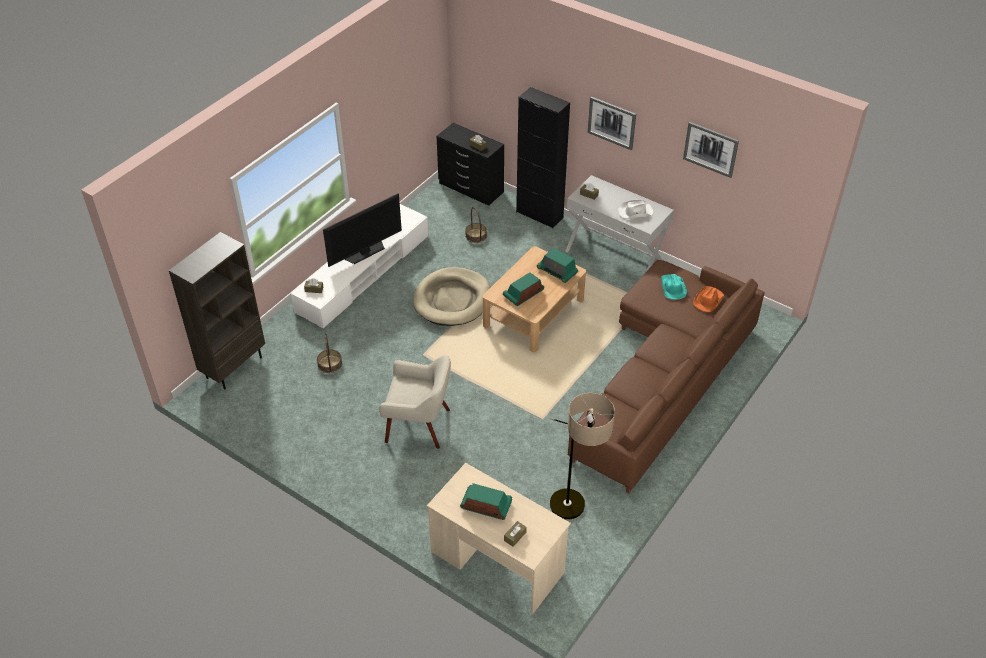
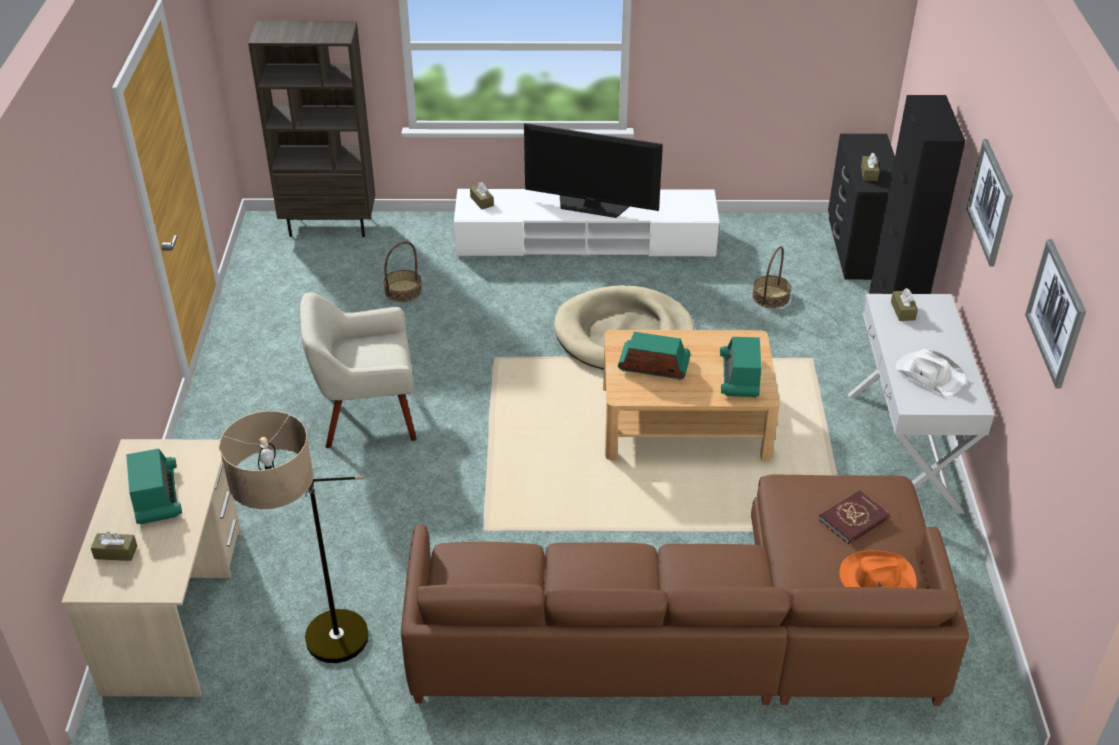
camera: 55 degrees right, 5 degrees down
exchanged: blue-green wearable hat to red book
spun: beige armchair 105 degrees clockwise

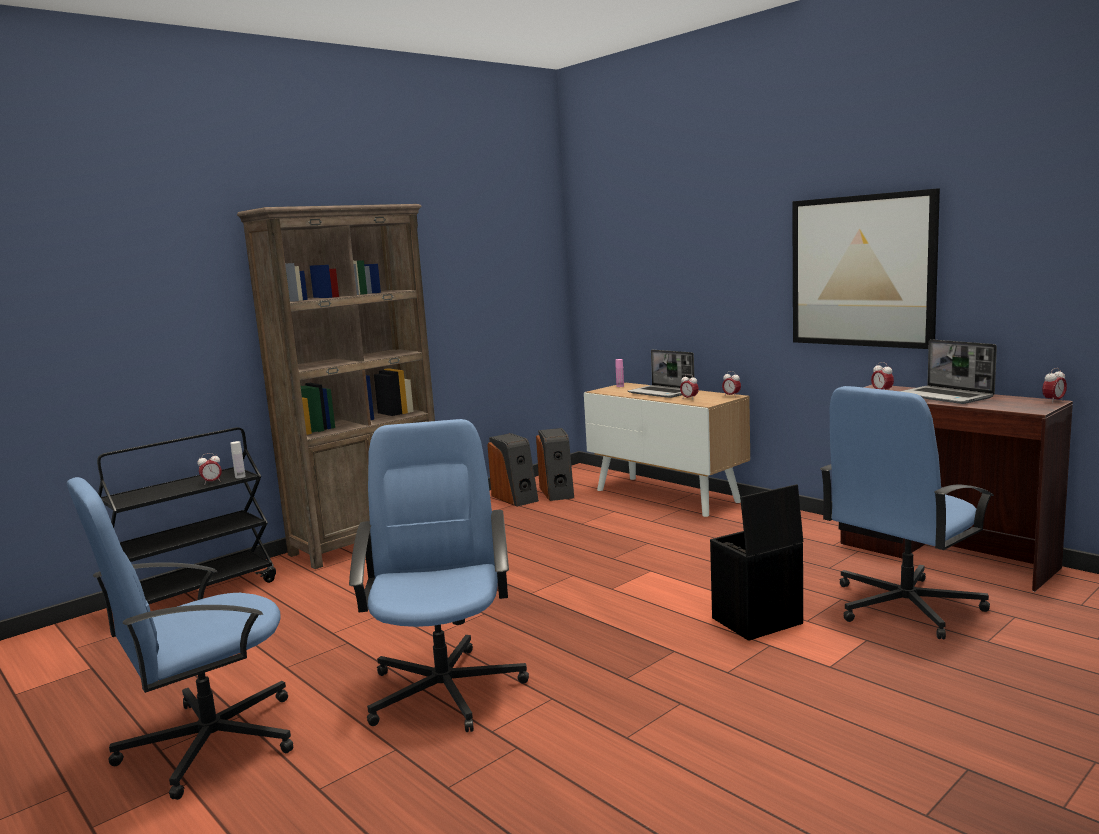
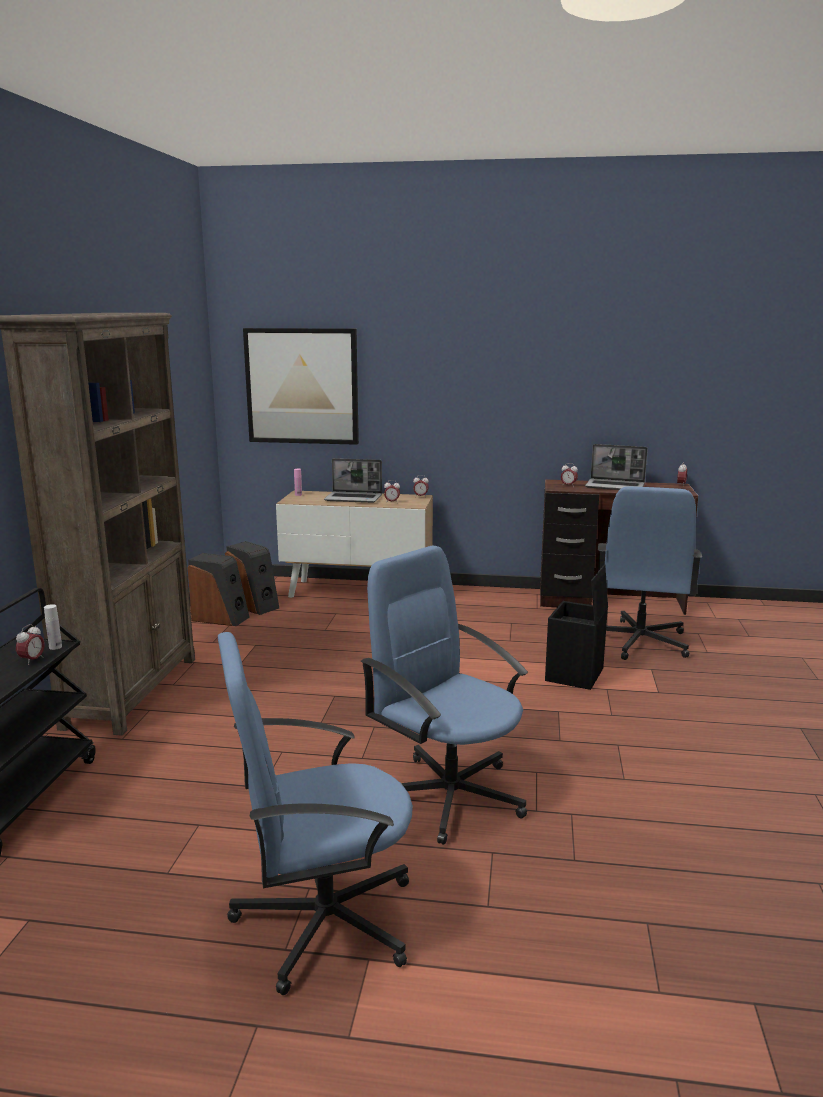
camera: 40 degrees left, 5 degrees up
relocated: wall art
spun: blue office chair (no. 1 from left) 60 degrees clockwise

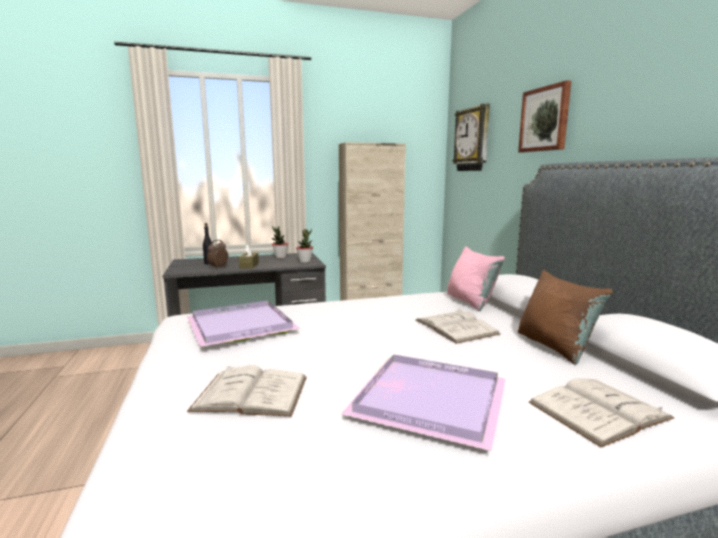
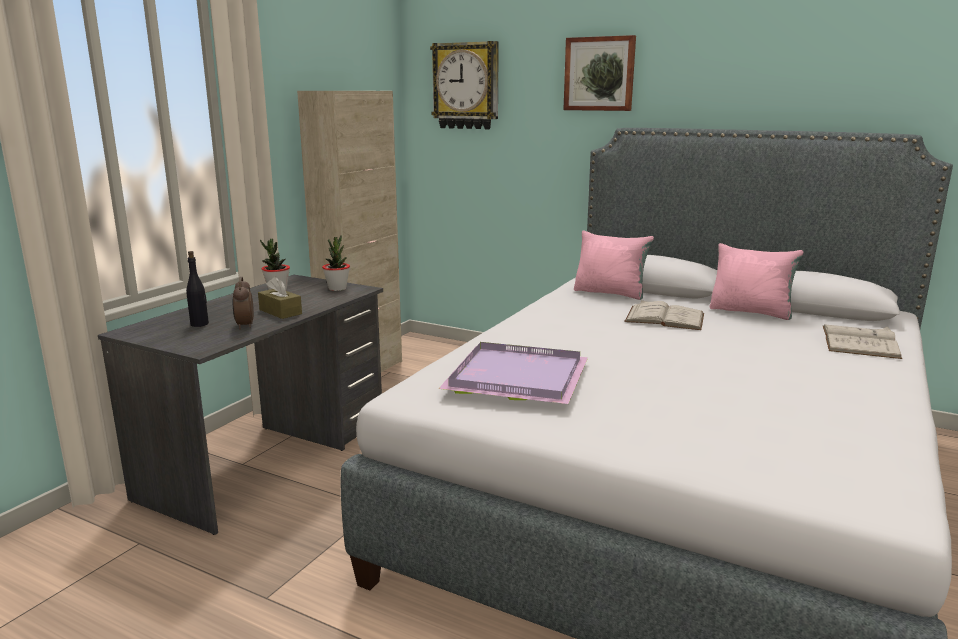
camera: 45 degrees left, 5 degrees up
missing: white-coloured book (no. 1 from left); purple serving tray (no. 2 from left)
colour: brown-coloured pillow to pink-coloured pillow (no. 2 from left)

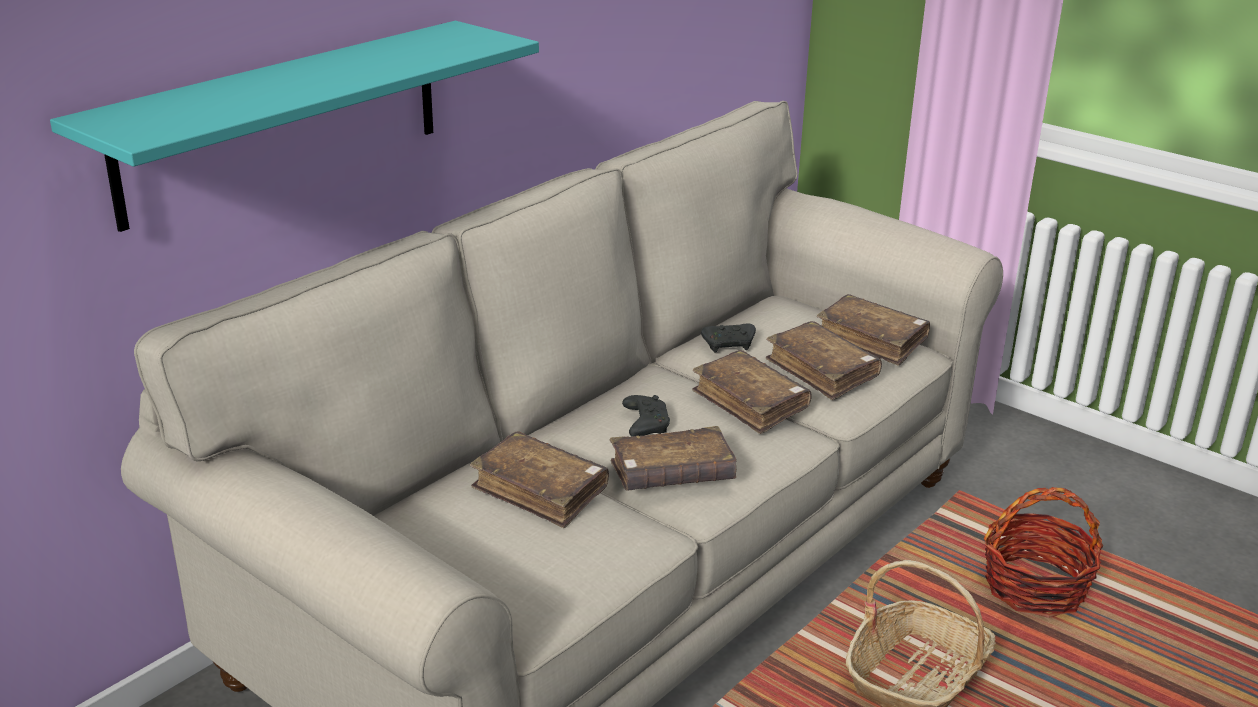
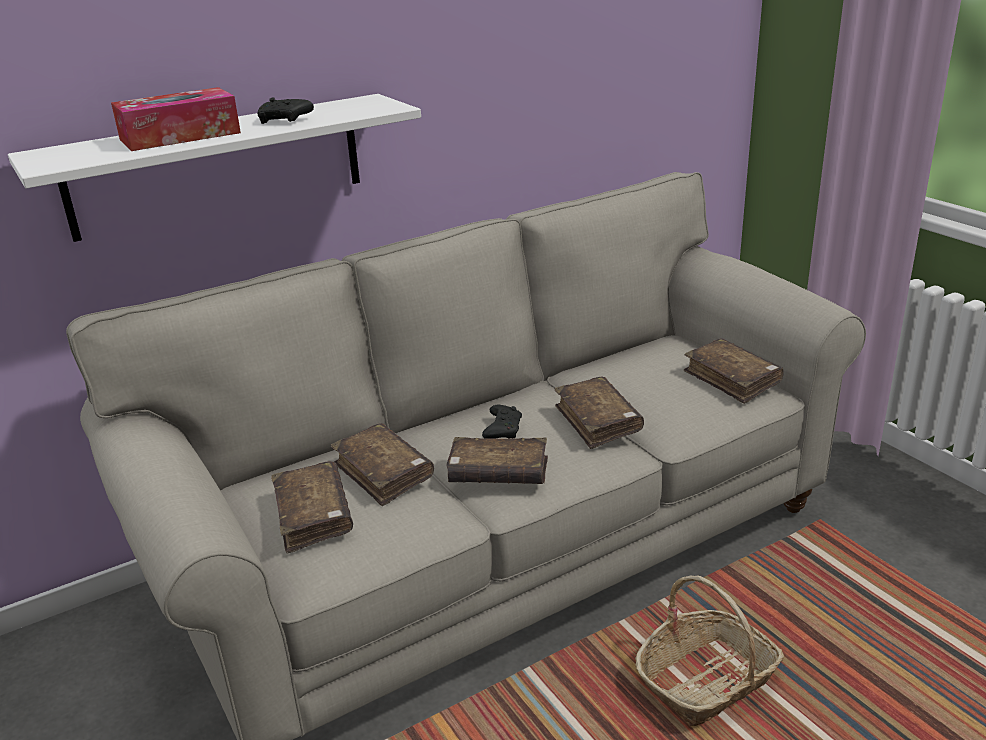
camera: 20 degrees right, 0 degrees up
missing: basket (no. 2 from left)
appeared: tissue box
relocated: black gamepad (no. 2 from left in the first image) to black gamepad (no. 1 from left); brown-coloured book (no. 4 from left in the first image) to brown-coloured book (no. 1 from left)
colour: blue-green wall shelf to white-coloured wall shelf

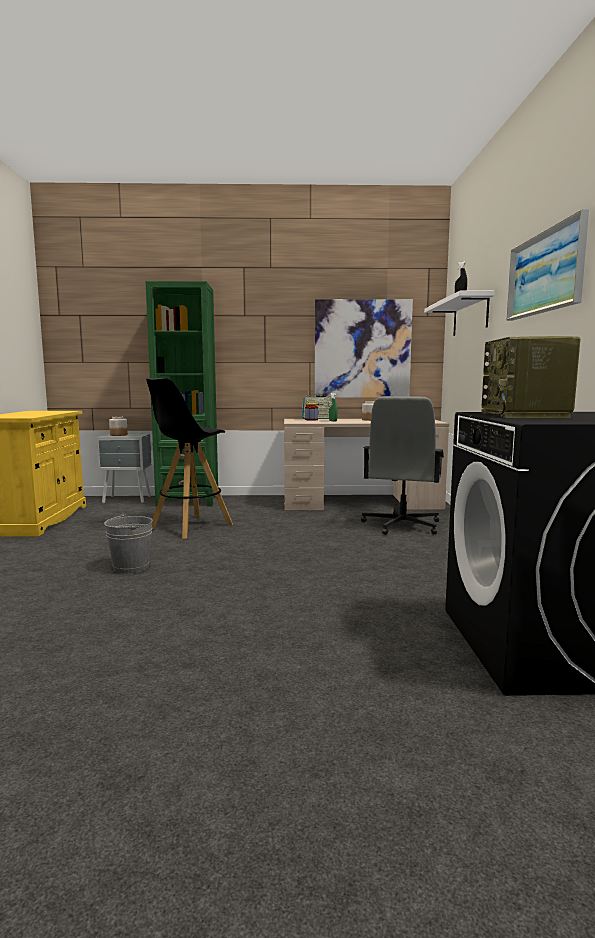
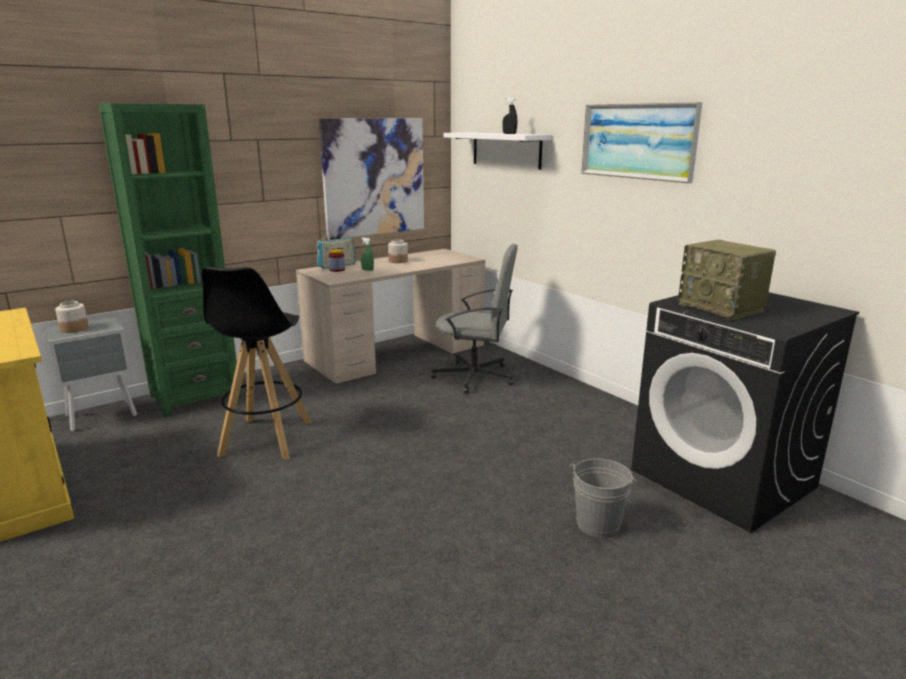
camera: 35 degrees left, 10 degrees up
relocated: gray water bucket
spun: gray office chair 60 degrees counterclockwise

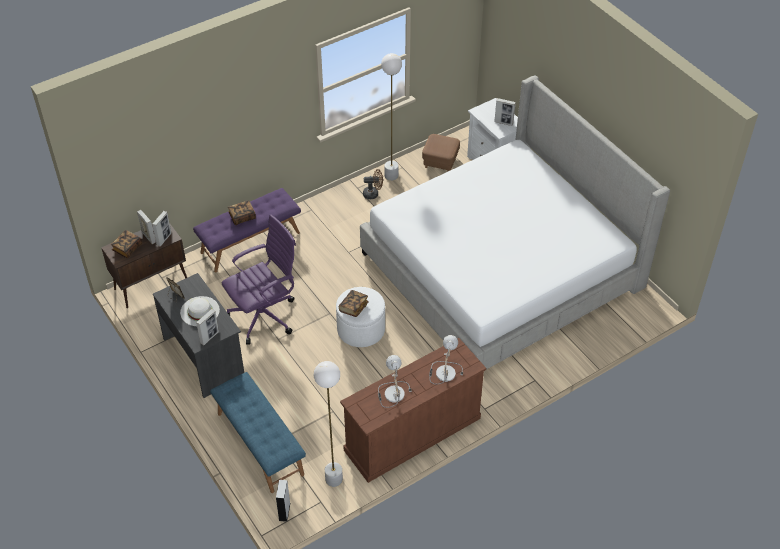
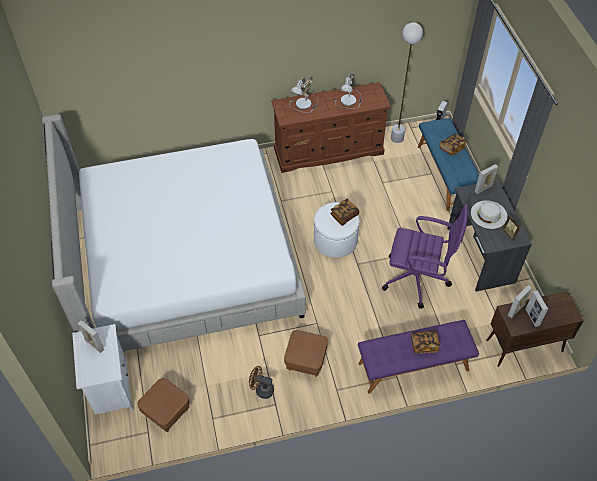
camera: 160 degrees left, 5 degrees up
missing: white-coloured standard lamp (no. 2 from left)
appeared: brown-coloured ottoman (no. 2 from left)
relocated: book (no. 1 from left in the first image) to book (no. 3 from left)
spun: purple office chair 150 degrees counterclockwise

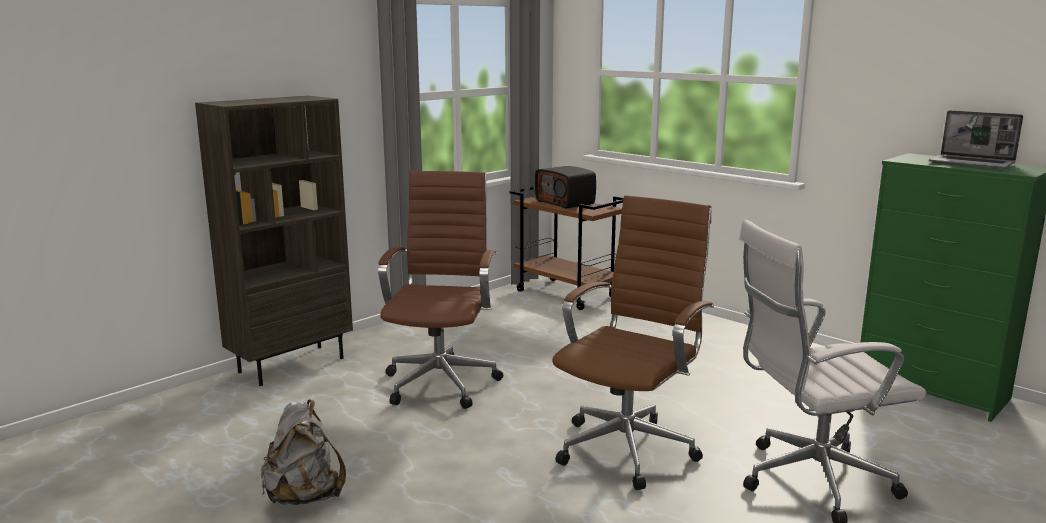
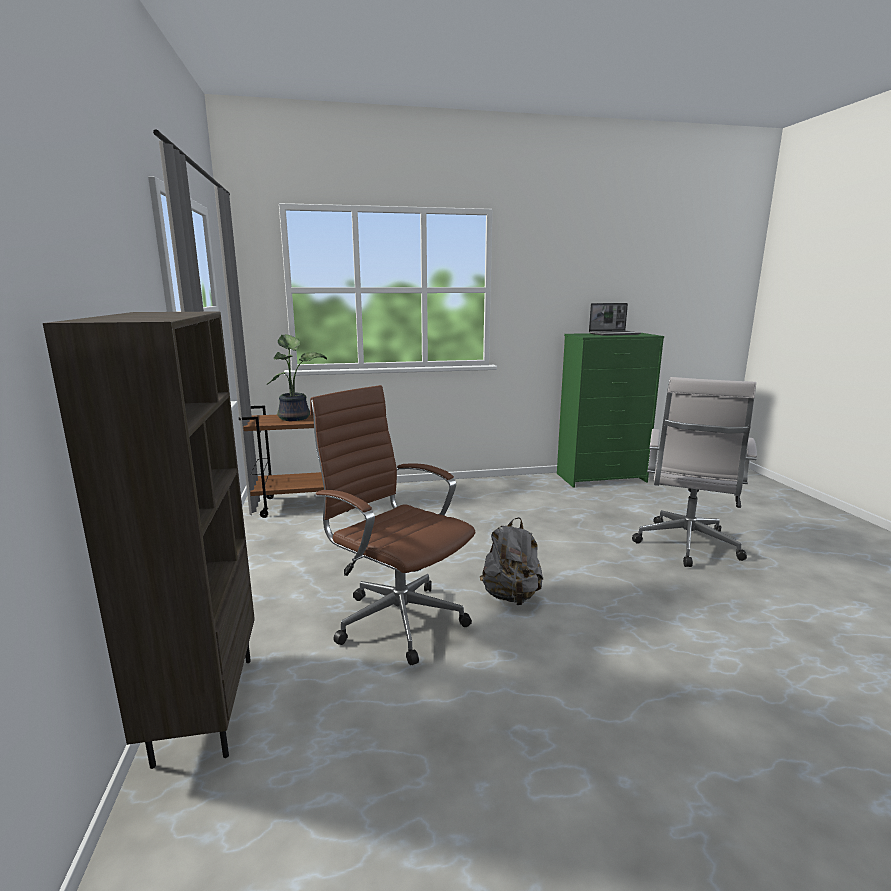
camera: 55 degrees left, 0 degrees up
missing: brown-coloured office chair (no. 2 from left)
relocated: gray knapsack
exchanged: radio to potted plant

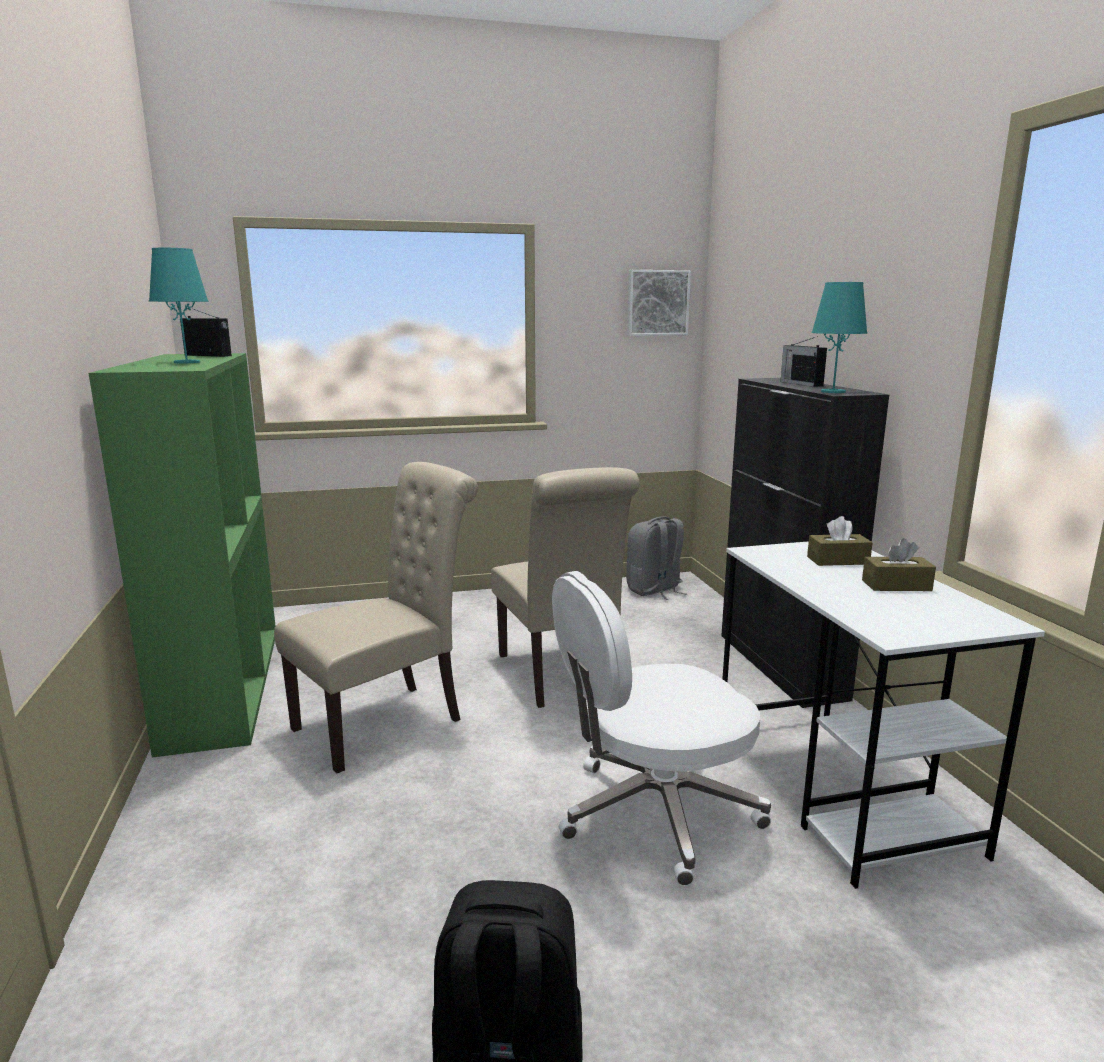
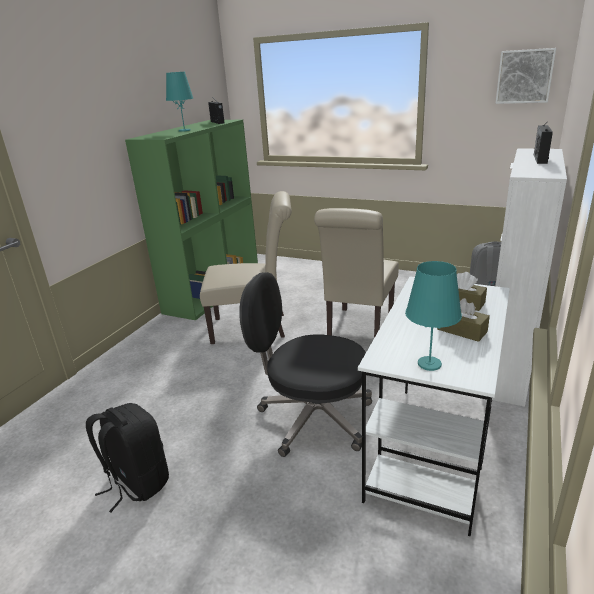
camera: 40 degrees right, 10 degrees up
relocated: blue-green table lamp (no. 2 from left)
colour: white-coloured office chair to black office chair; black storage cabinet to white-coloured storage cabinet

